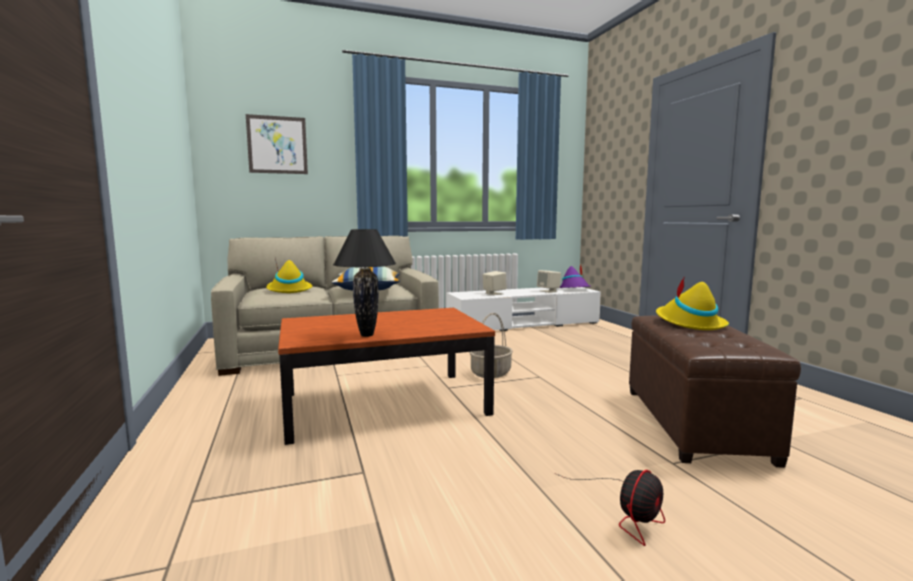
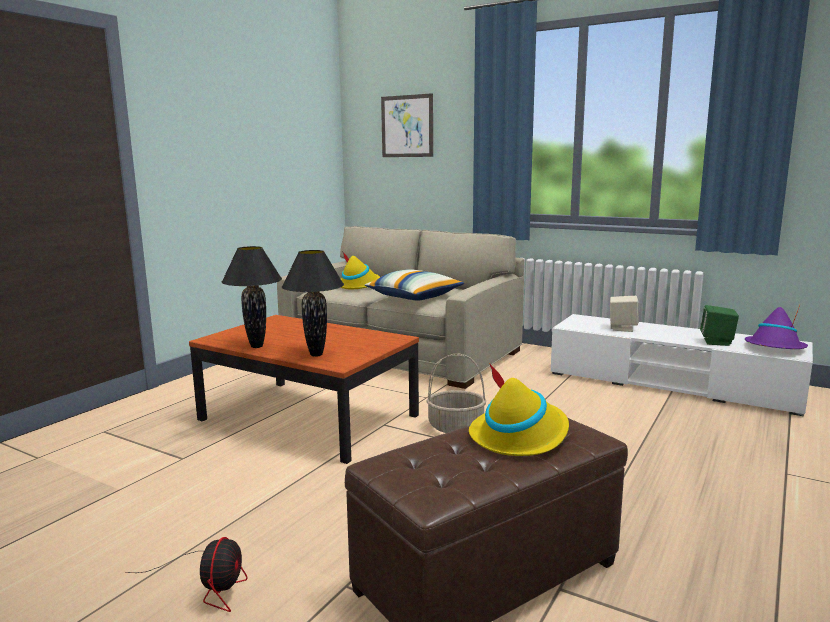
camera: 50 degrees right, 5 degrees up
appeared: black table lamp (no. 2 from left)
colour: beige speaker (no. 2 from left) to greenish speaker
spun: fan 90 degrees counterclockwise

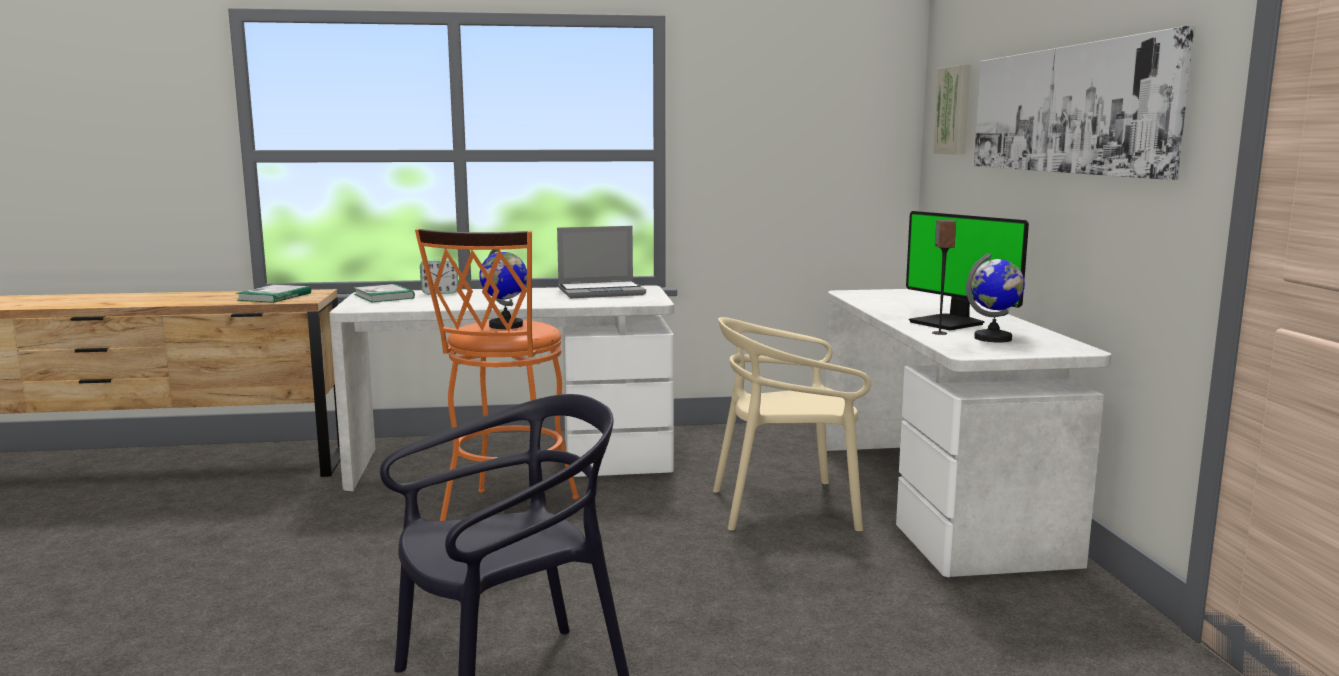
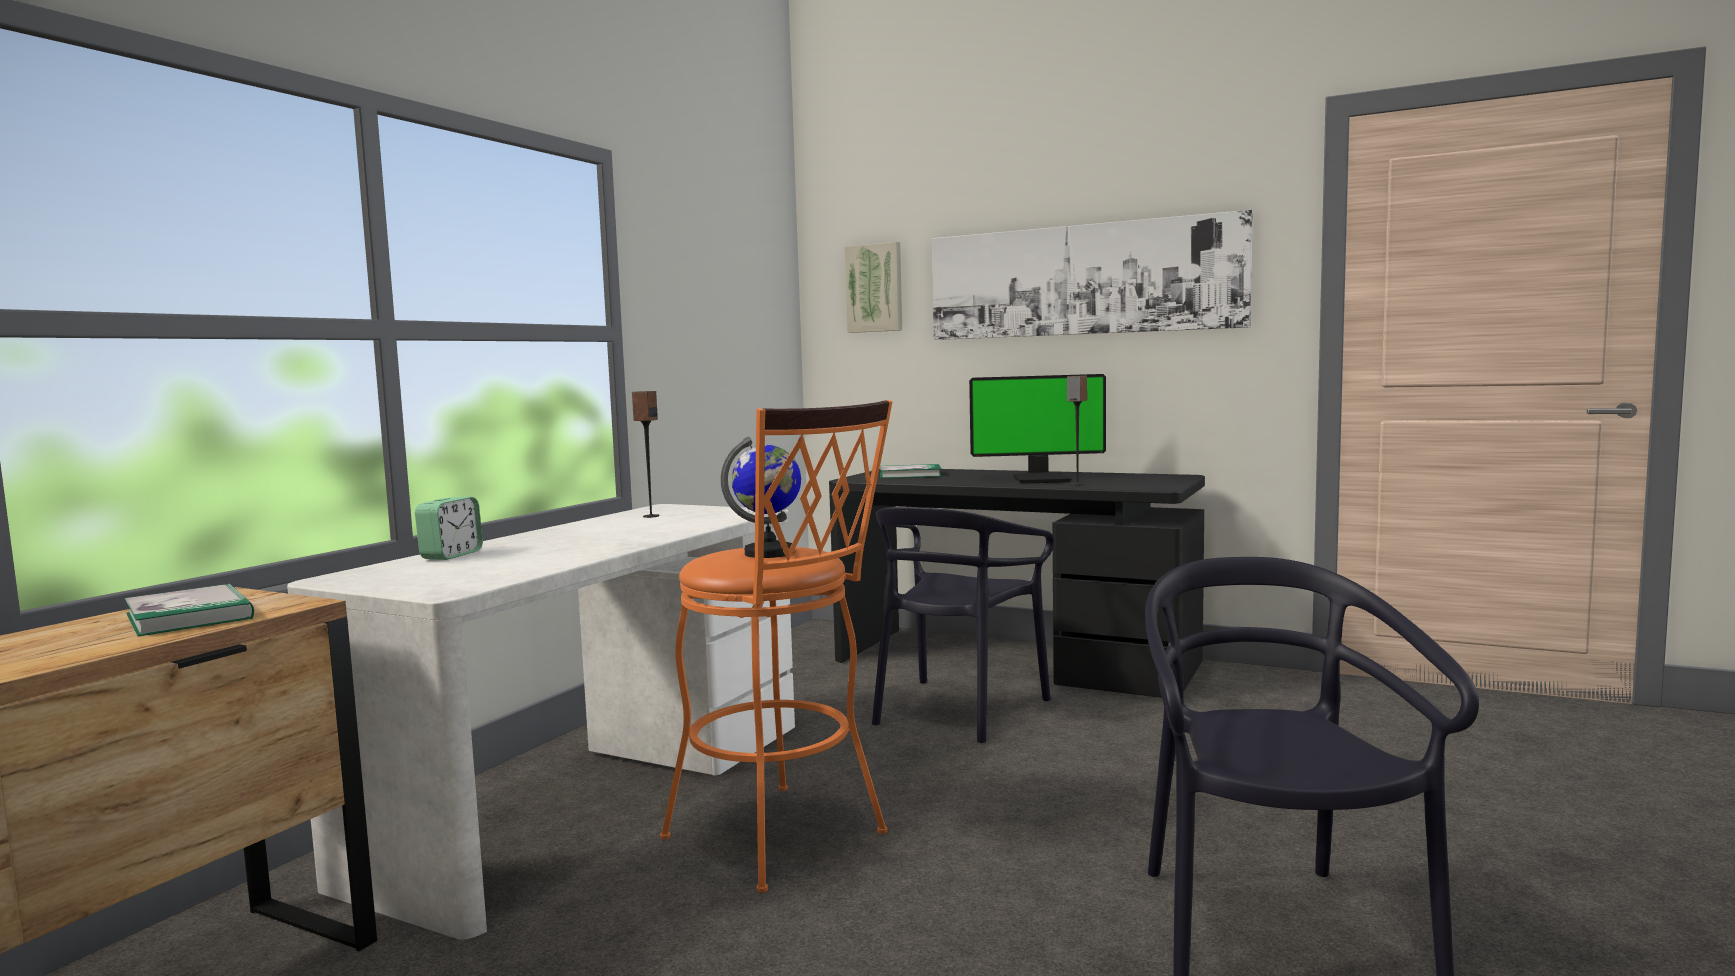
camera: 55 degrees left, 5 degrees down
missing: globe (no. 2 from left)
relocated: book (no. 2 from left)
exchanged: laptop to speaker (no. 1 from left)
colour: beige upright chair to black upright chair (no. 1 from left); white-coloured desk table (no. 2 from left) to black desk table

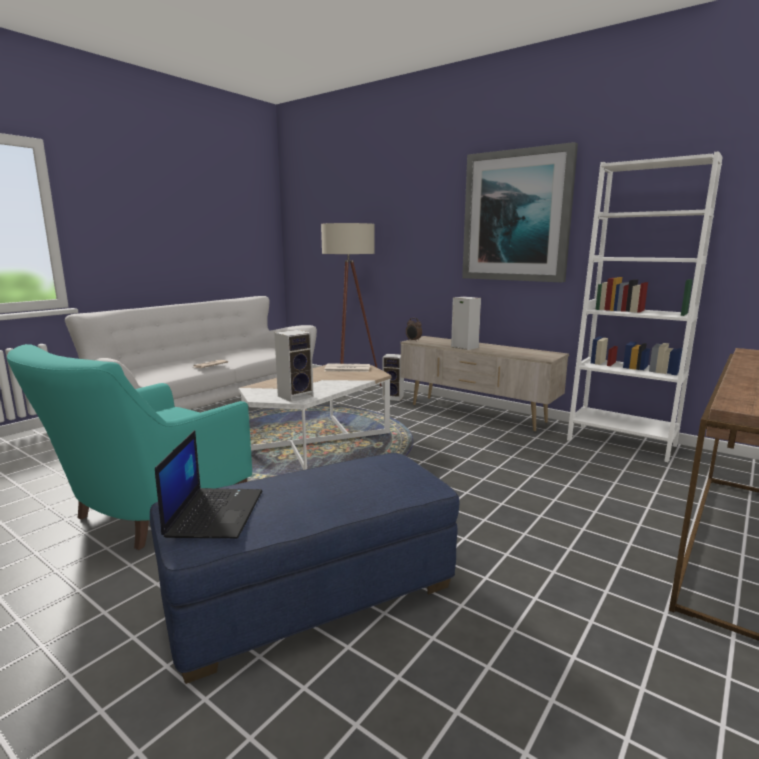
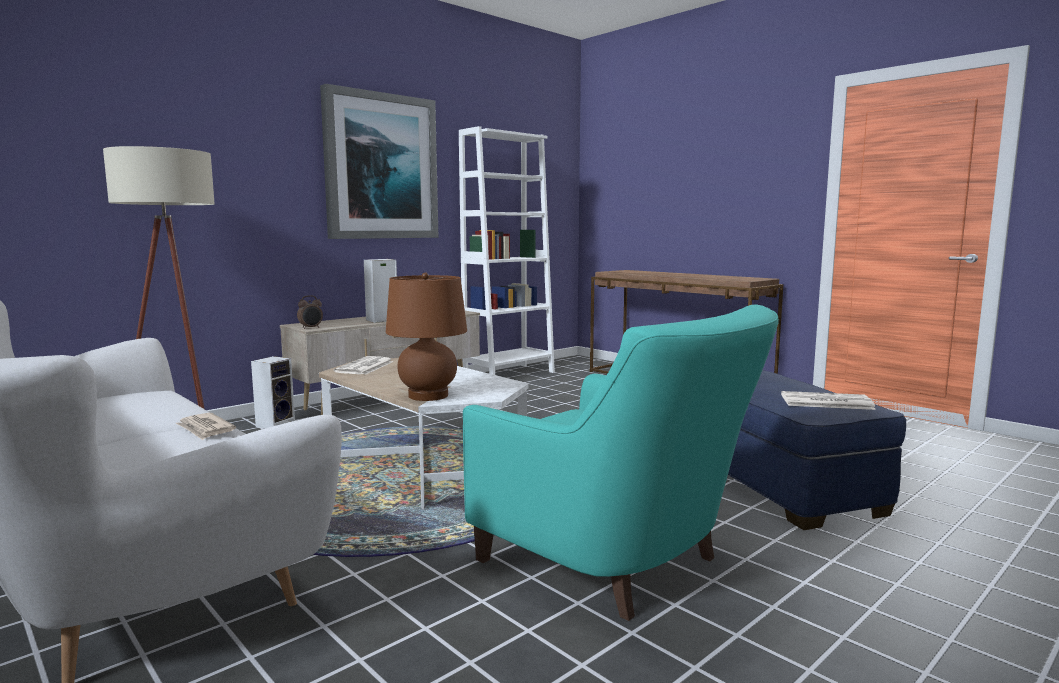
camera: 80 degrees left, 5 degrees down
missing: speaker (no. 1 from left)
appeared: brown-coloured table lamp
exchanged: laptop to printed paper (no. 3 from left)

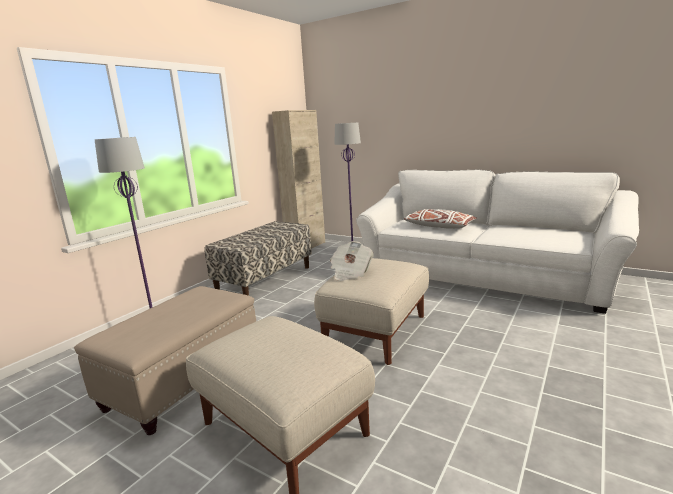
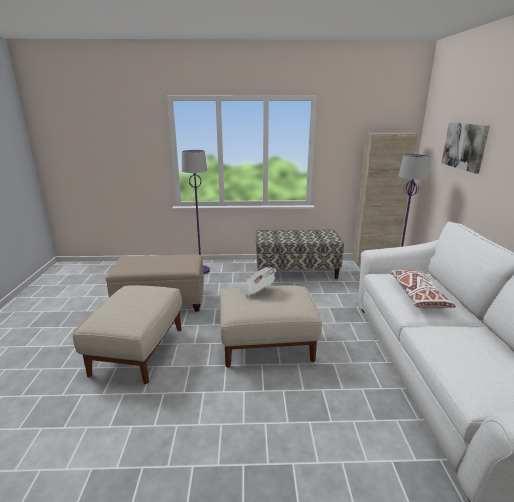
camera: 55 degrees right, 5 degrees up
appeared: wall art

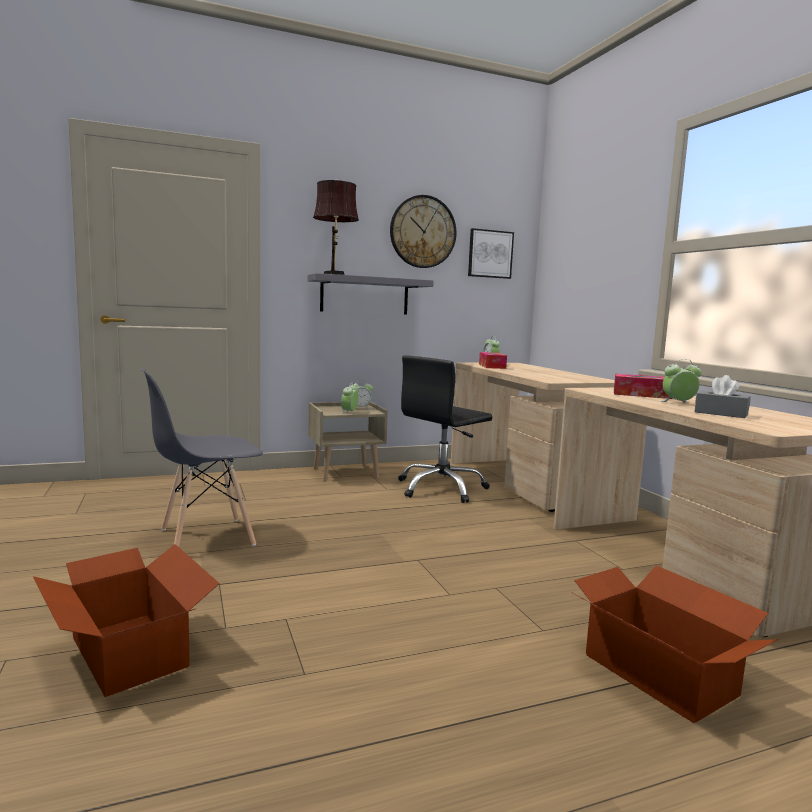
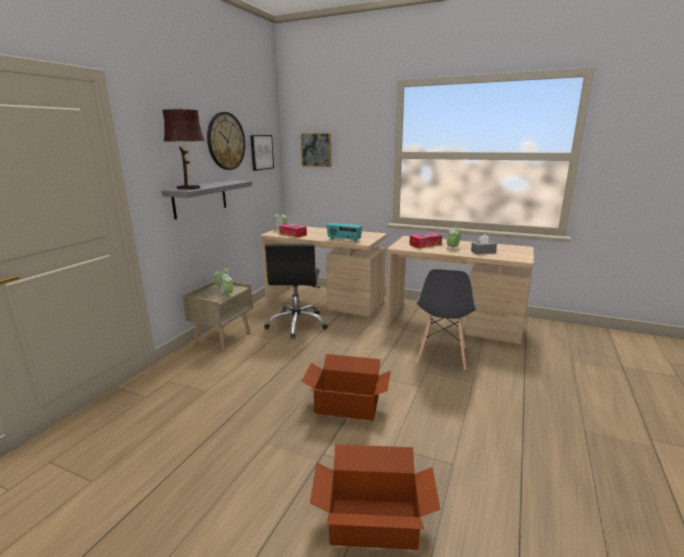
camera: 45 degrees left, 10 degrees up
appeared: wall art (no. 2 from left); radio
relocated: gray upright chair; packing box (no. 2 from left in the first image) to packing box (no. 1 from left)

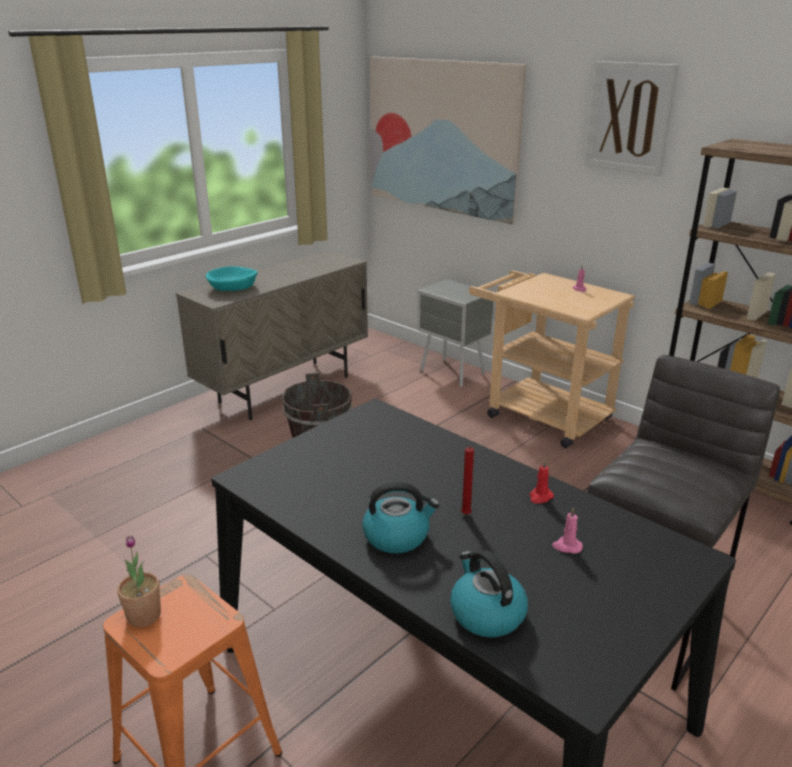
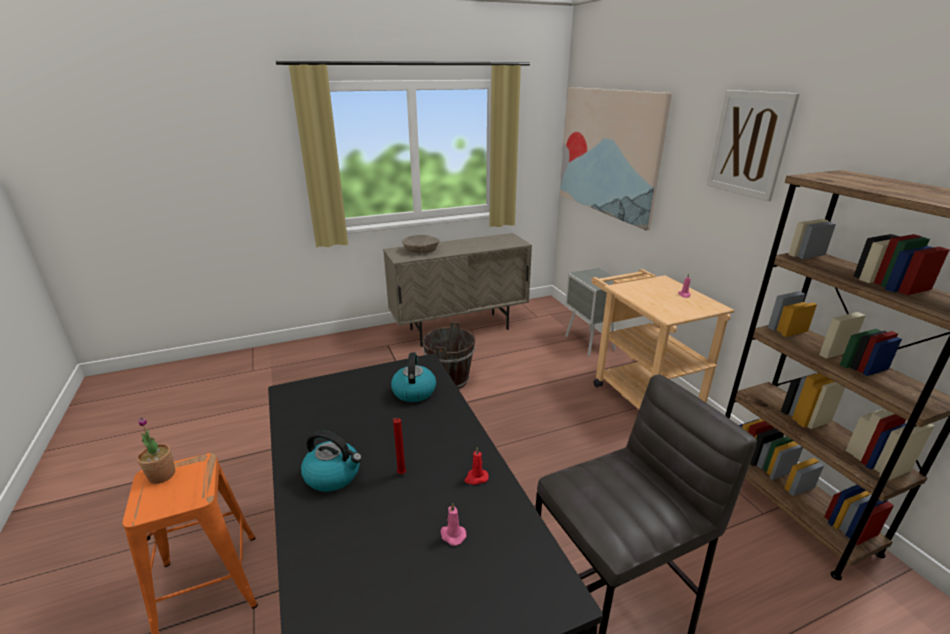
camera: 25 degrees right, 0 degrees up
relocated: kettle (no. 2 from left)
colour: blue-green serving bowl to beige serving bowl

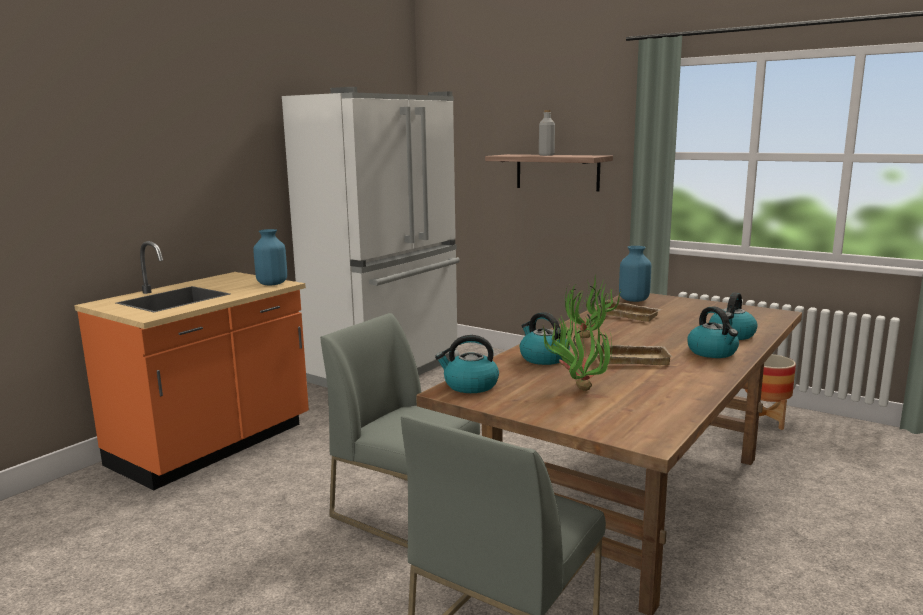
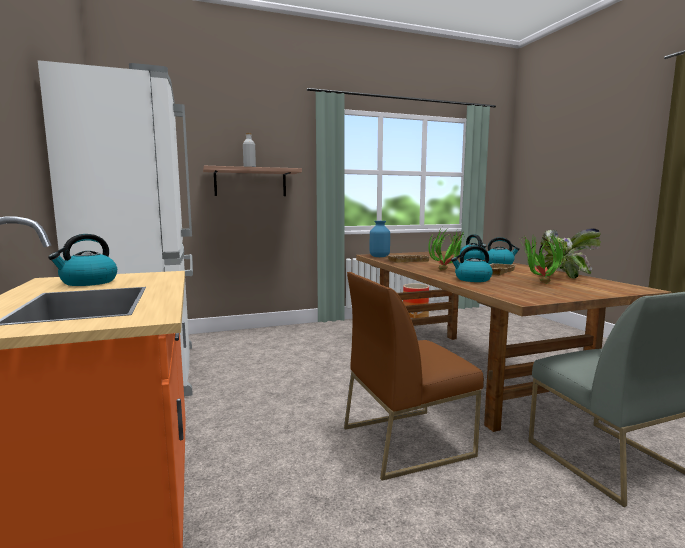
camera: 55 degrees left, 5 degrees down
missing: blue vase (no. 1 from left)
appeared: potted plant (no. 3 from left)
relocated: kettle (no. 1 from left)
colour: gray upright chair (no. 1 from left) to brown-coloured upright chair

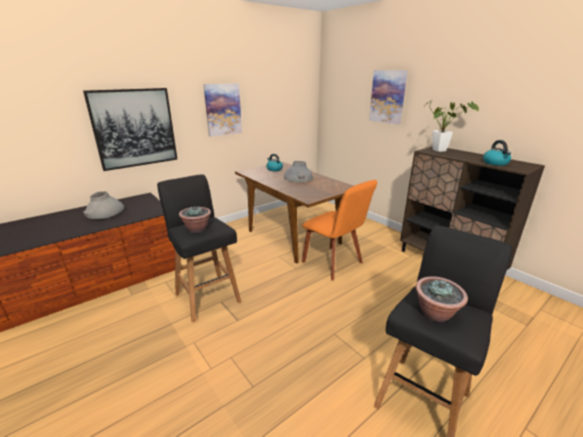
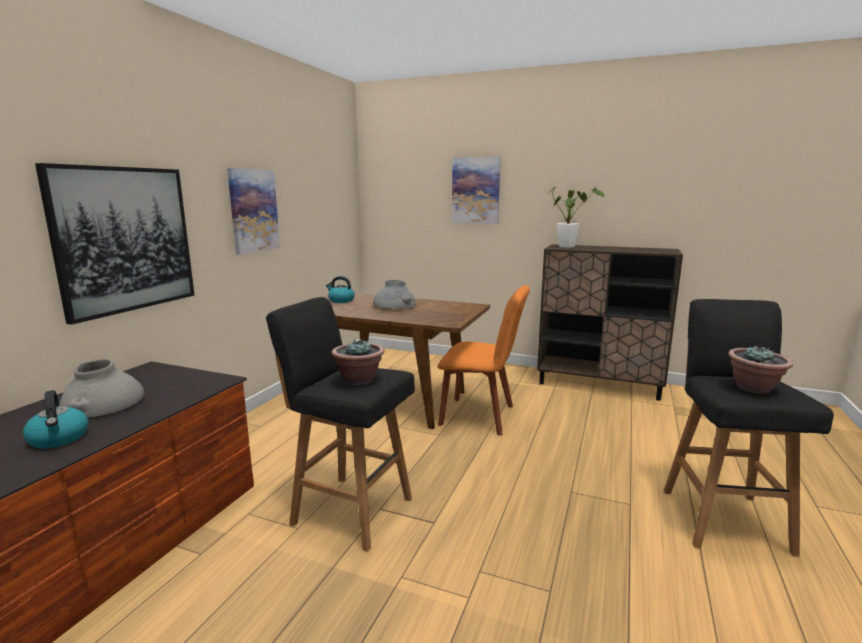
camera: 30 degrees left, 10 degrees down
relocated: kettle (no. 2 from left in the first image) to kettle (no. 1 from left)

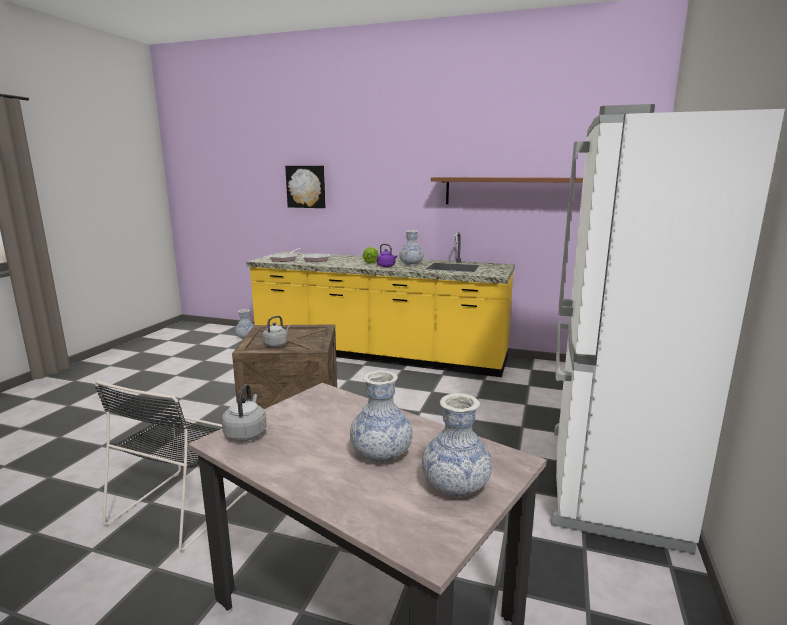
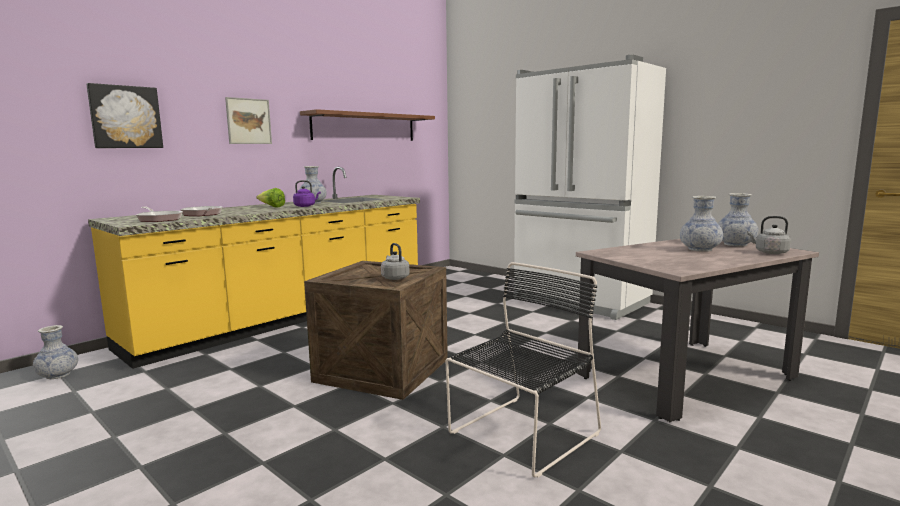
camera: 65 degrees left, 5 degrees down
appeared: wall art (no. 2 from left)
relocated: gray kettle (no. 1 from left in the first image) to gray kettle (no. 2 from left)
spun: black upright chair 90 degrees counterclockwise

